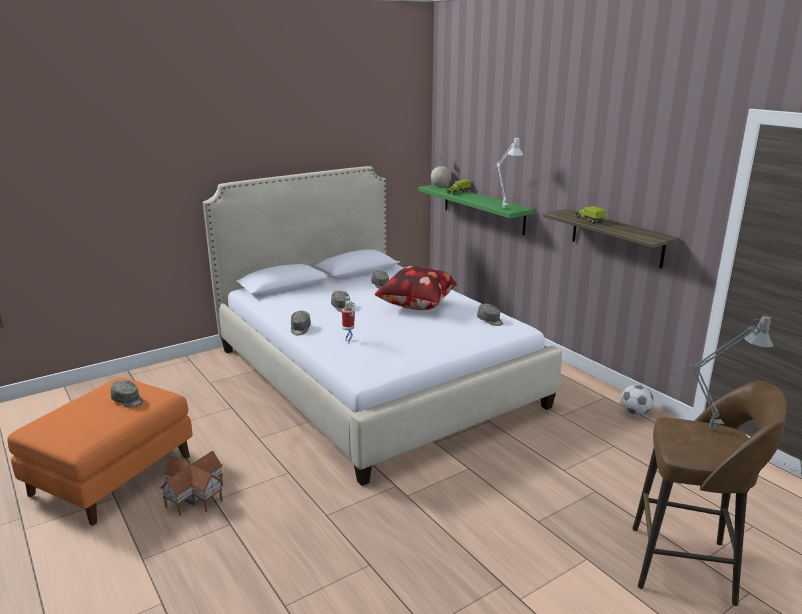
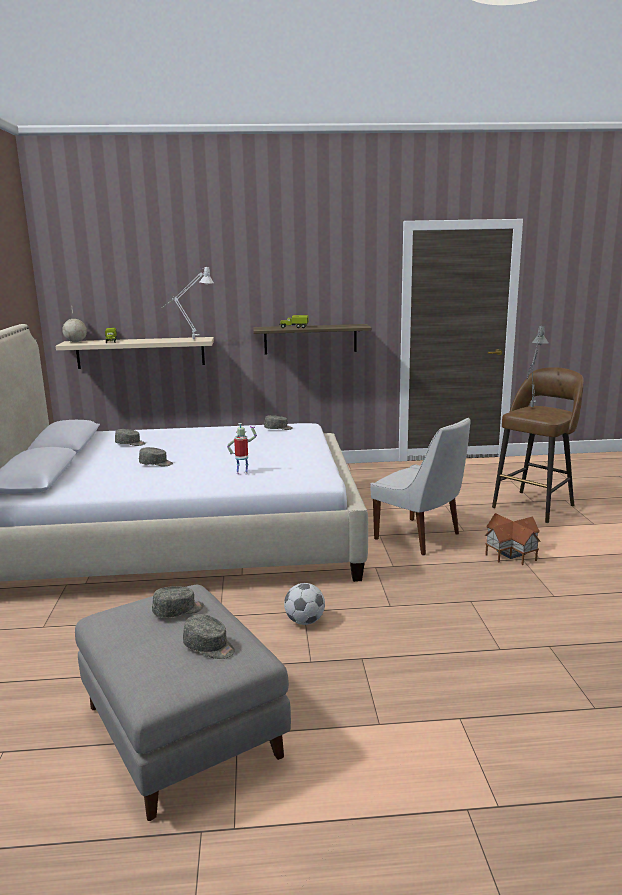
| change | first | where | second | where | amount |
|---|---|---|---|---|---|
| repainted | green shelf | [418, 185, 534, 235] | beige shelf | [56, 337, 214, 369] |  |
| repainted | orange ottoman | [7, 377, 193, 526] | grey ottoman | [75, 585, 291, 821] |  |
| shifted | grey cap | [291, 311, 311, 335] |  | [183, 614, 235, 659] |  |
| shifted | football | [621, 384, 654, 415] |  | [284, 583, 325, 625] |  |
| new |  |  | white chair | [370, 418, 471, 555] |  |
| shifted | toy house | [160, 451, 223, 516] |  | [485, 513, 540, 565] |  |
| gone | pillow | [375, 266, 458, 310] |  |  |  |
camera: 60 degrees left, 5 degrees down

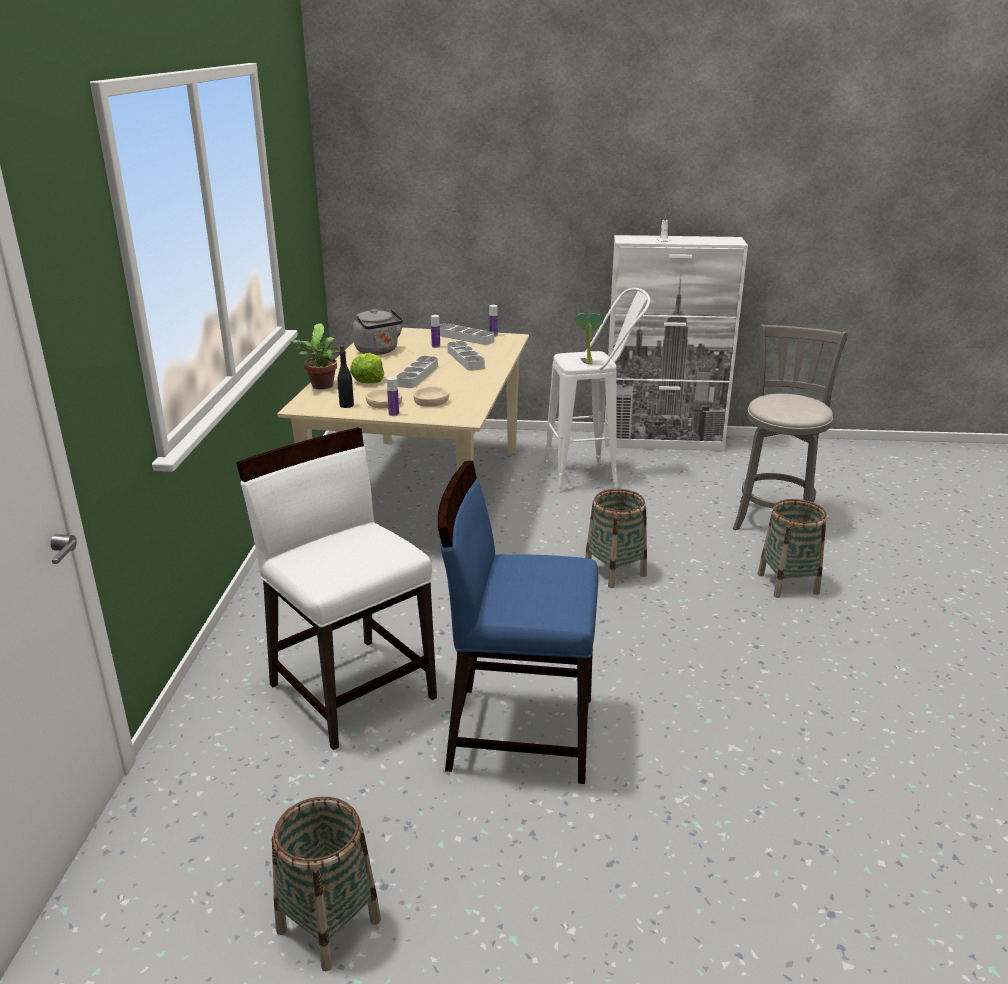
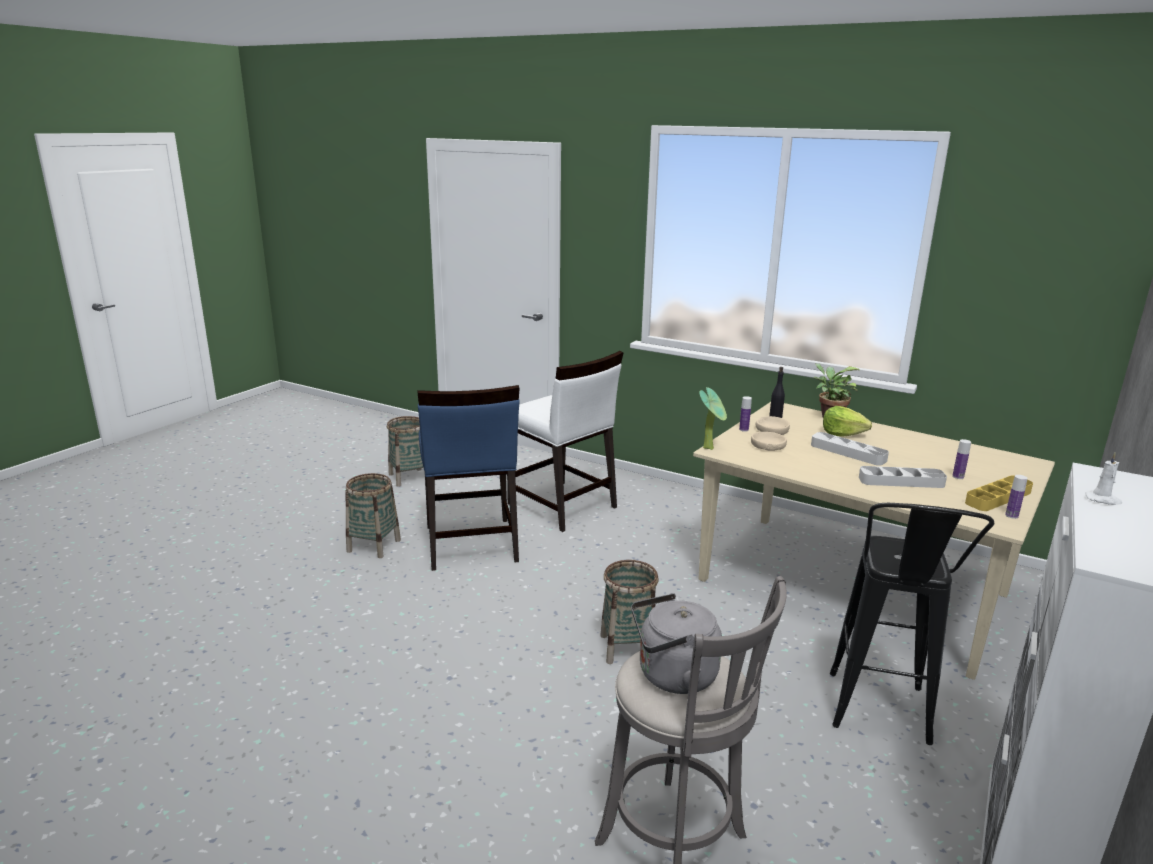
| change | first | where | second | where | amount |
|---|---|---|---|---|---|
| shifted | basket | [758, 499, 827, 598] |  | [346, 473, 401, 558] |  |
| rotated | blue chair | [438, 461, 598, 784] |  | [417, 385, 520, 571] | 135 degrees clockwise |
| rotated | white chair | [236, 427, 437, 750] |  | [508, 351, 623, 532] | 60 degrees clockwise |
| shifted | grey kettle | [353, 309, 403, 355] |  | [631, 593, 722, 694] |  |
| shifted | potted plant | [575, 313, 603, 365] |  | [700, 387, 727, 450] |  |
| repainted | white stool | [544, 288, 650, 492] | black stool | [830, 503, 994, 745] |  |
| repainted | grey tray | [440, 323, 494, 345] | yellow tray | [965, 475, 1033, 511] |  |
camera: 115 degrees right, 5 degrees down

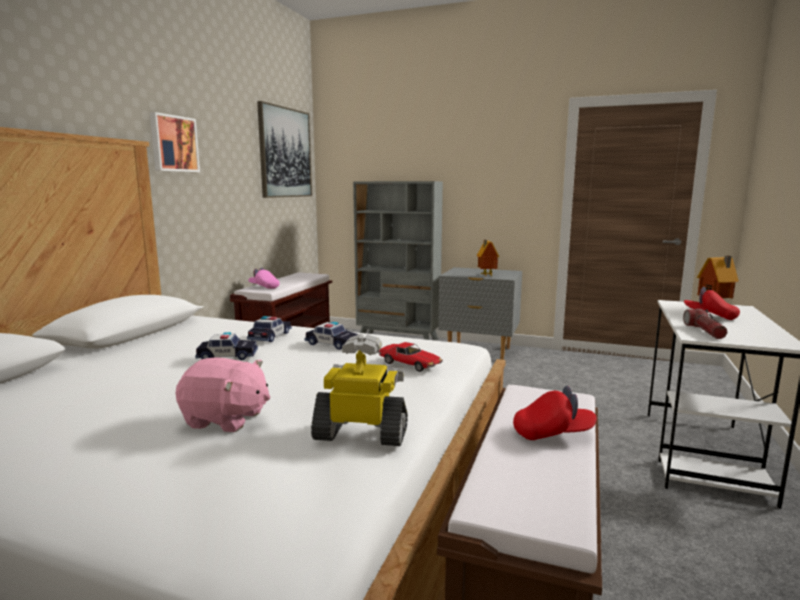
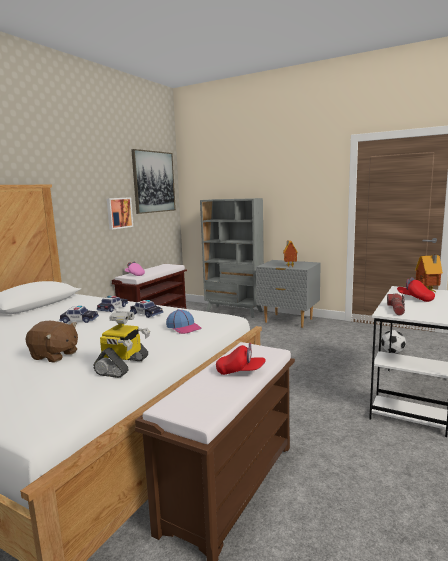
| change | first | where | second | where | amount |
|---|---|---|---|---|---|
| repainted | pink plush toy | [175, 358, 270, 432] | brown plush toy | [26, 321, 78, 362] |  |
| rotated | toy robot | [311, 334, 408, 446] |  | [93, 311, 150, 378] | 90 degrees clockwise |
| shifted | picture | [150, 112, 200, 172] |  | [107, 197, 133, 230] |  |
| swapped | toy car | [378, 342, 443, 372] | cap | [166, 309, 201, 334] |  |
| new |  |  | football | [381, 330, 406, 354] |  |
camera: 10 degrees right, 0 degrees up

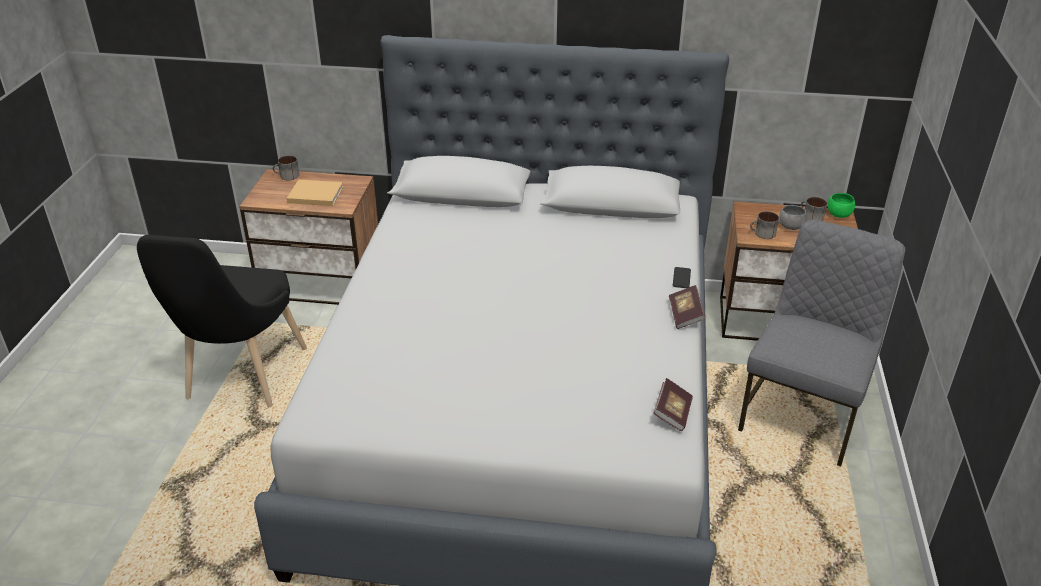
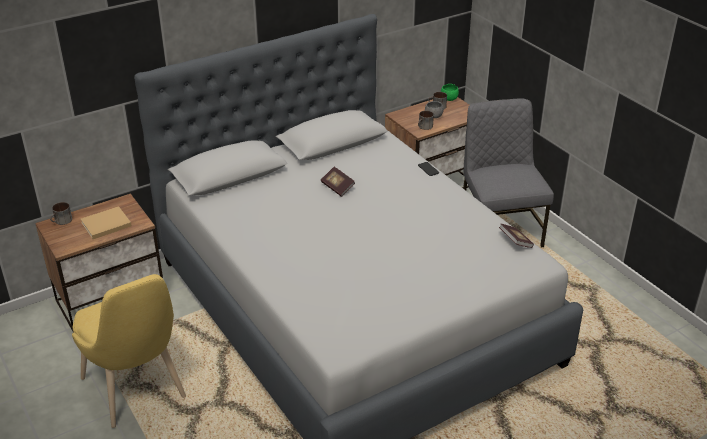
| change | first | where | second | where | amount |
|---|---|---|---|---|---|
| repainted | black chair | [137, 235, 307, 407] | yellow chair | [72, 274, 186, 428] |  |
| shifted | book | [669, 285, 705, 329] |  | [321, 167, 355, 197] |  |
camera: 40 degrees left, 0 degrees up

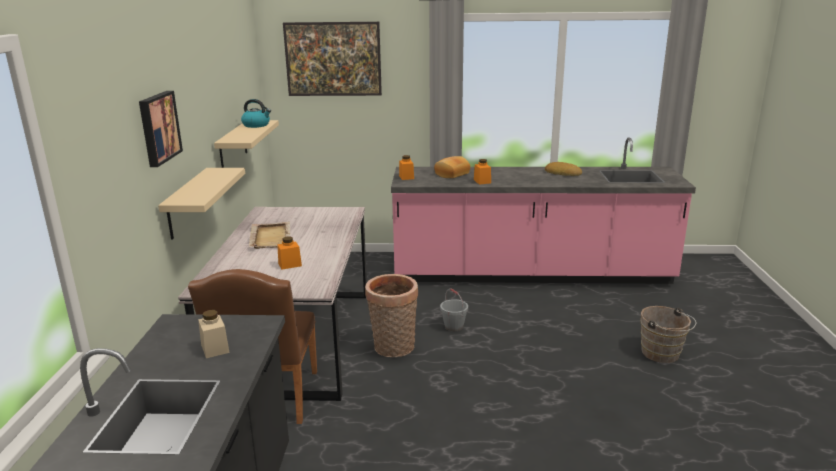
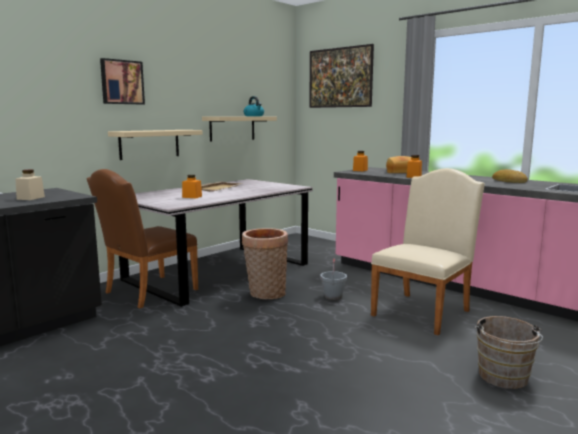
| change | first | where | second | where | amount |
|---|---|---|---|---|---|
| new |  |  | beige chair | [371, 168, 485, 335] |  |
camera: 40 degrees right, 10 degrees down

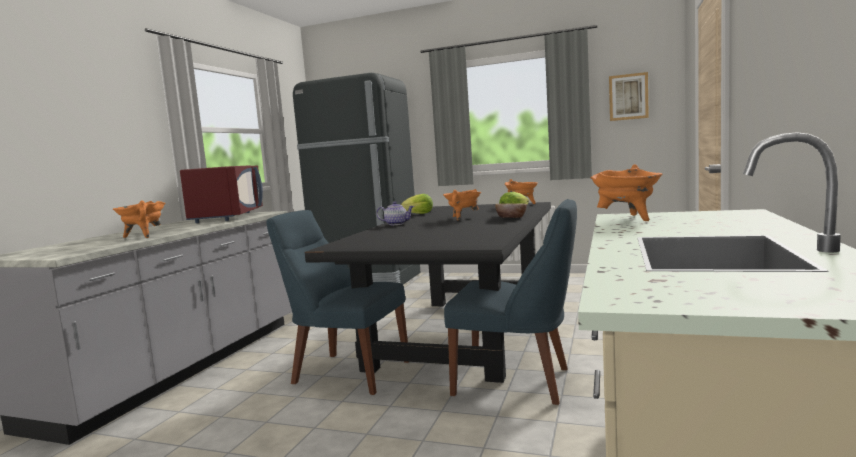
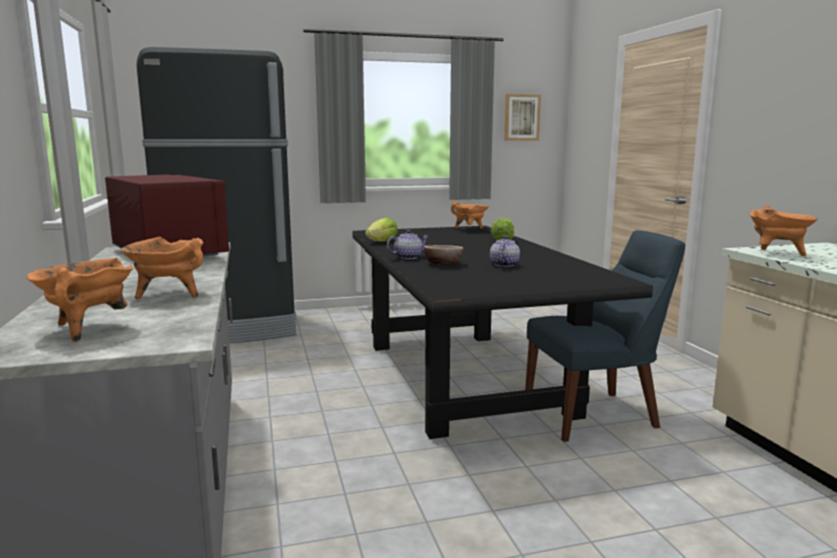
| change | first | where | second | where | amount |
|---|---|---|---|---|---|
| shifted | orange cooking pot | [443, 189, 481, 220] |  | [27, 258, 133, 342] |  |
| shifted | bowl | [495, 203, 527, 218] |  | [424, 245, 463, 265] |  |
| new |  |  | teapot | [490, 236, 520, 267] |  |
| gone | blue chair | [266, 210, 409, 395] |  |  |  |
camera: 35 degrees left, 5 degrees up

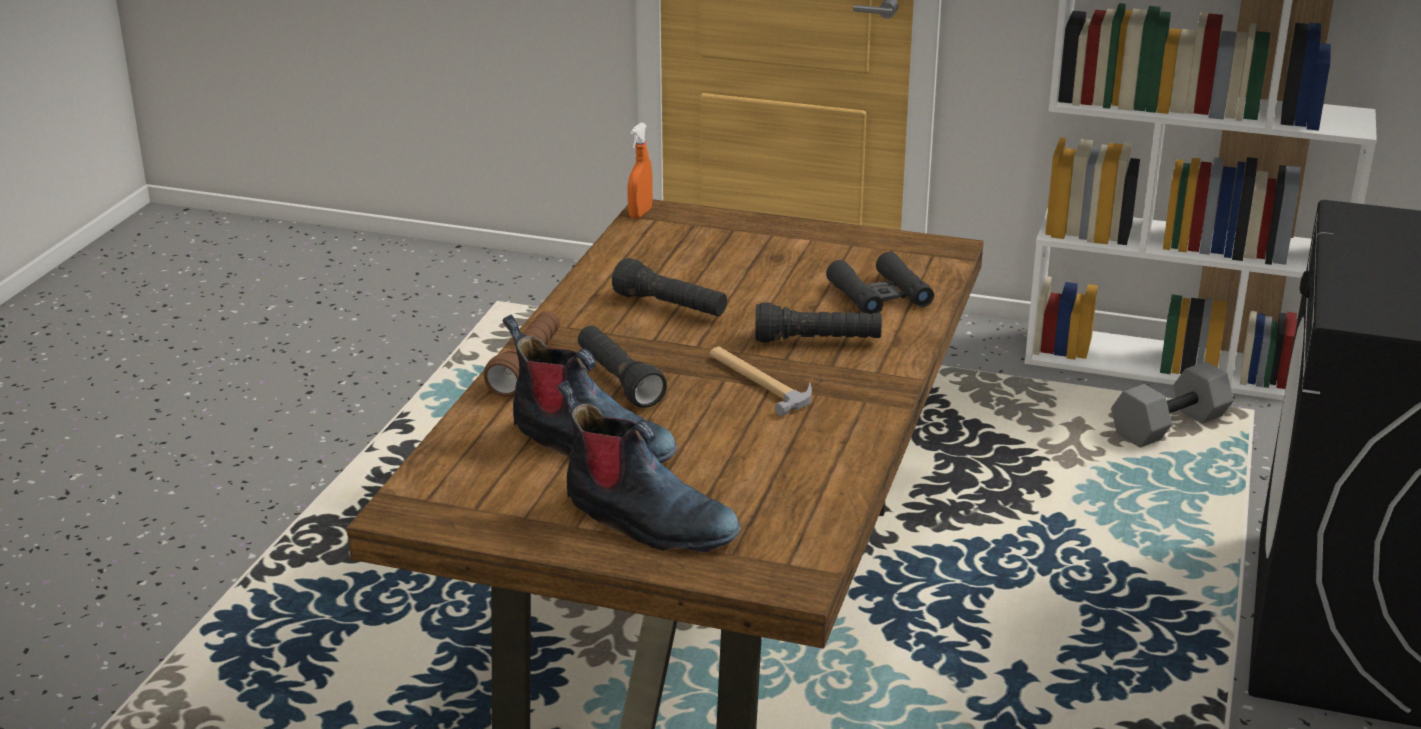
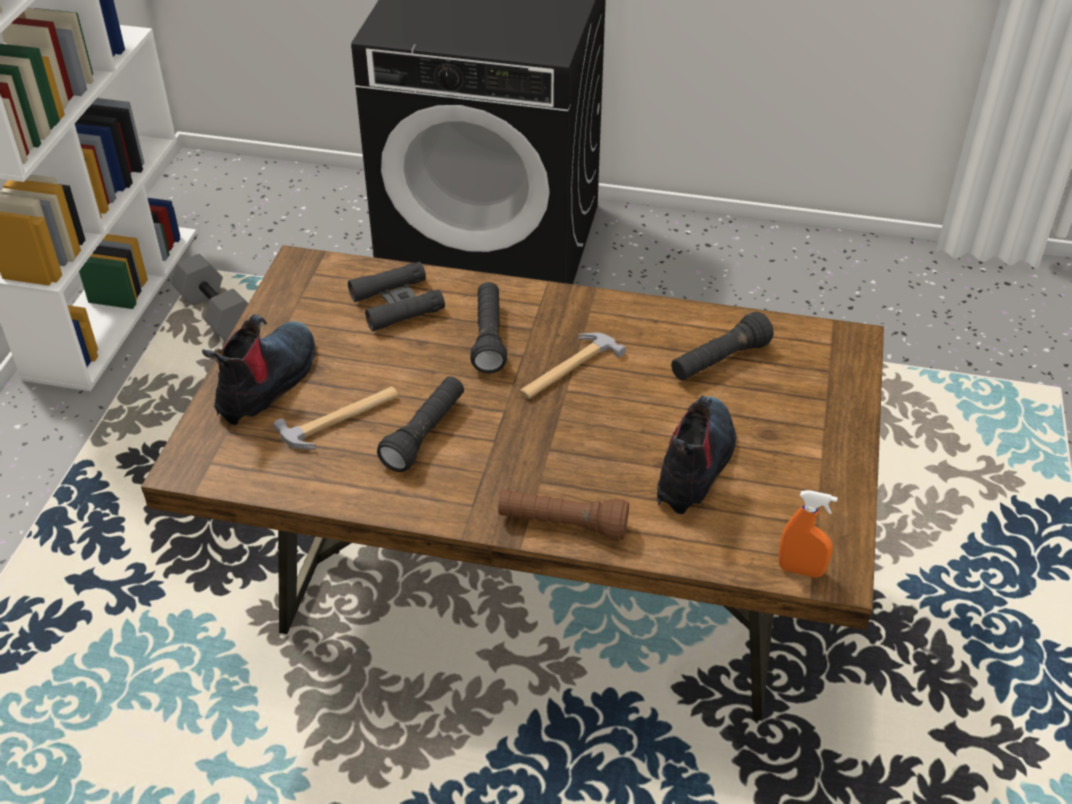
| change | first | where | second | where | amount |
|---|---|---|---|---|---|
| shifted | boot | [557, 380, 741, 552] |  | [202, 314, 316, 425] |  |
| new |  |  | hammer | [273, 386, 399, 449] |  |
| shifted | black flashlight | [578, 326, 667, 408] |  | [671, 312, 774, 380] |  |
| shifted | orange spray bottle | [628, 123, 653, 219] |  | [779, 490, 838, 578] |  |
camera: 95 degrees left, 15 degrees up

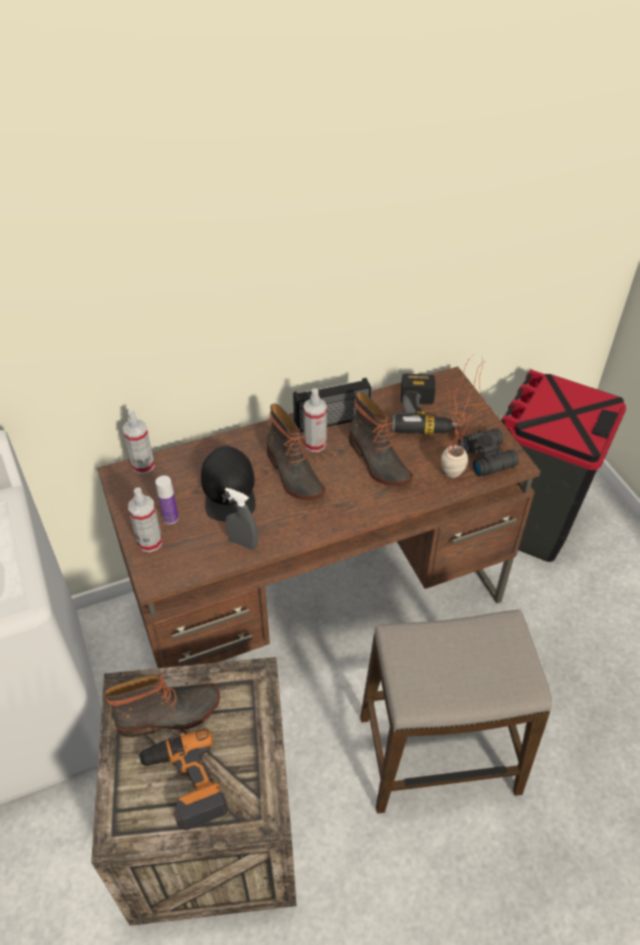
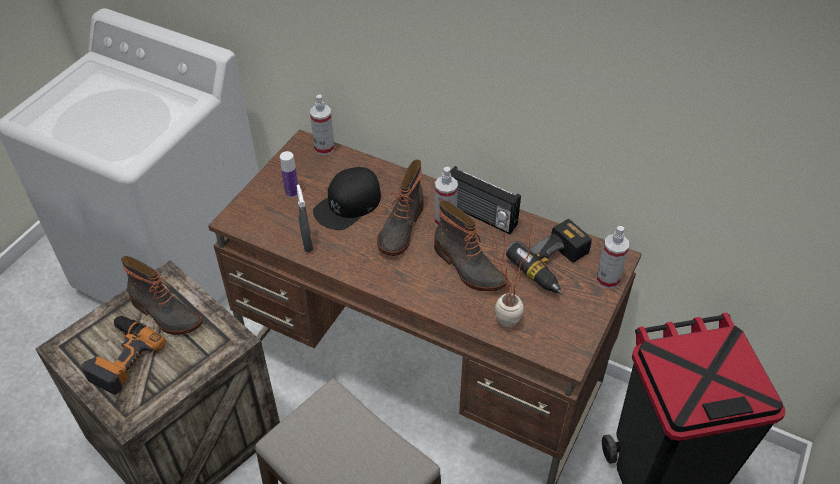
| change | first | where | second | where | amount |
|---|---|---|---|---|---|
| rotated | boot | [349, 392, 413, 486] |  | [434, 200, 508, 291] | 60 degrees counterclockwise |
| shifted | spray bottle | [128, 487, 162, 552] |  | [596, 226, 629, 289] |  |
| gone | black binoculars | [458, 428, 519, 476] |  |  |  |
camera: 50 degrees right, 0 degrees up

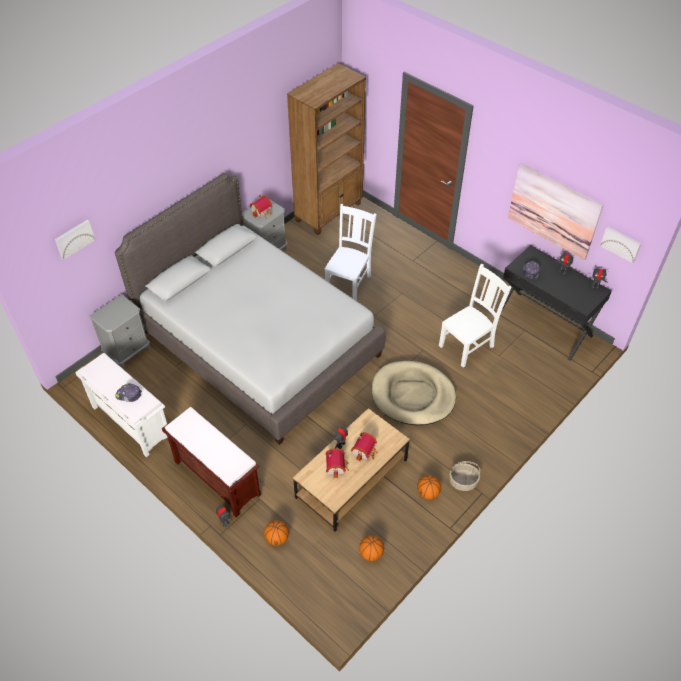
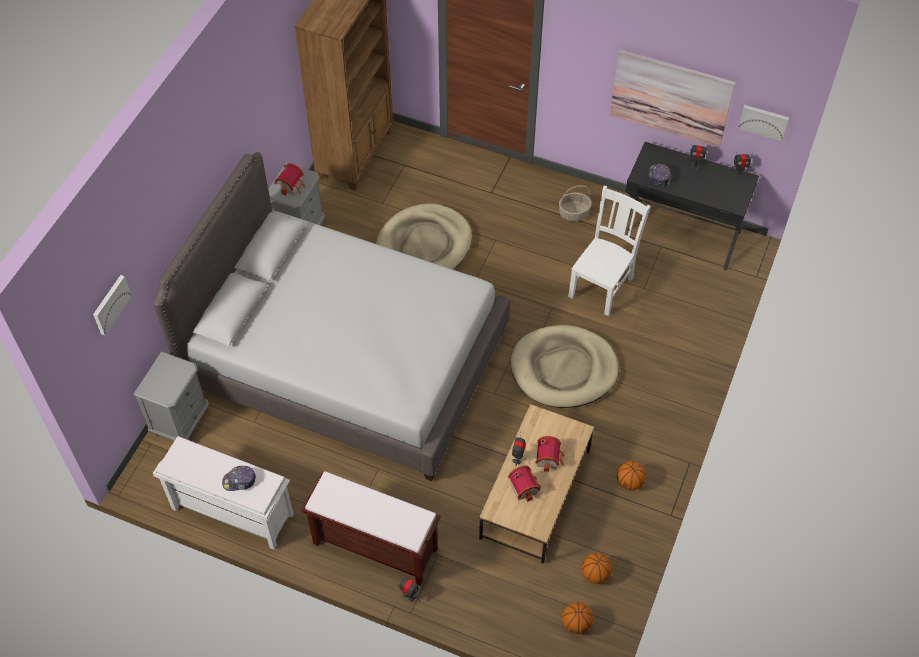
| change | first | where | second | where | amount |
|---|---|---|---|---|---|
| swapped | white chair | [325, 204, 377, 301] | beige dog bed | [376, 203, 472, 270] |  |
| shifted | basket | [449, 461, 480, 491] |  | [559, 185, 591, 222] |  |
| shifted | basketball | [264, 520, 289, 546] |  | [562, 602, 593, 634] |  |
camera: 20 degrees left, 5 degrees up

